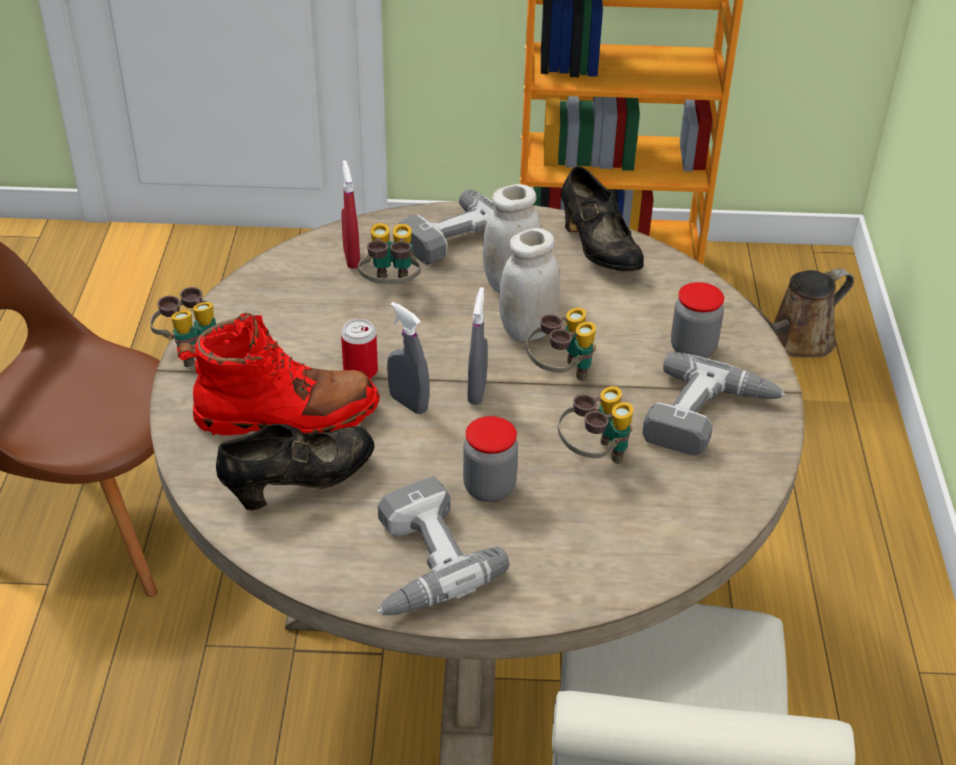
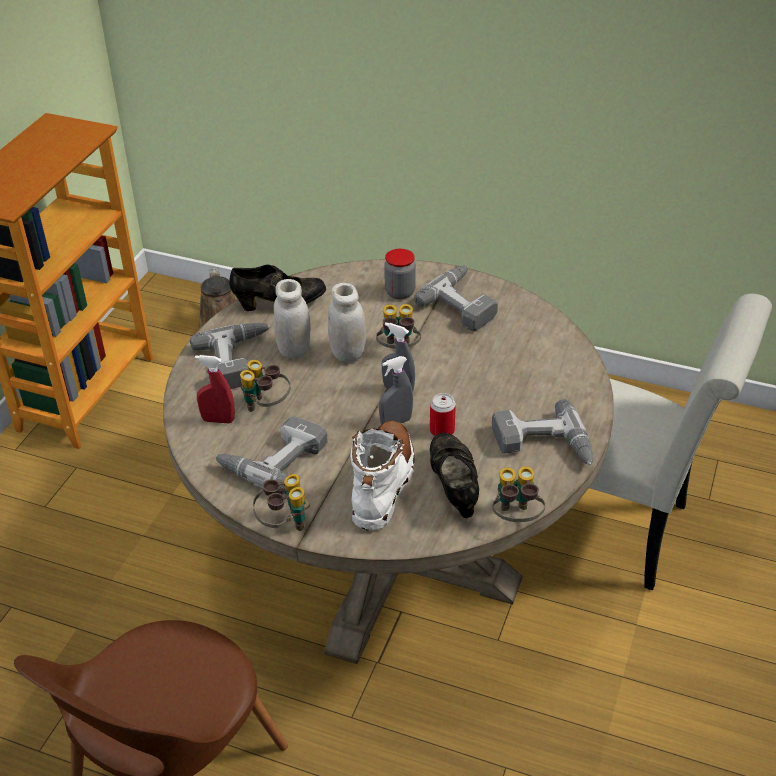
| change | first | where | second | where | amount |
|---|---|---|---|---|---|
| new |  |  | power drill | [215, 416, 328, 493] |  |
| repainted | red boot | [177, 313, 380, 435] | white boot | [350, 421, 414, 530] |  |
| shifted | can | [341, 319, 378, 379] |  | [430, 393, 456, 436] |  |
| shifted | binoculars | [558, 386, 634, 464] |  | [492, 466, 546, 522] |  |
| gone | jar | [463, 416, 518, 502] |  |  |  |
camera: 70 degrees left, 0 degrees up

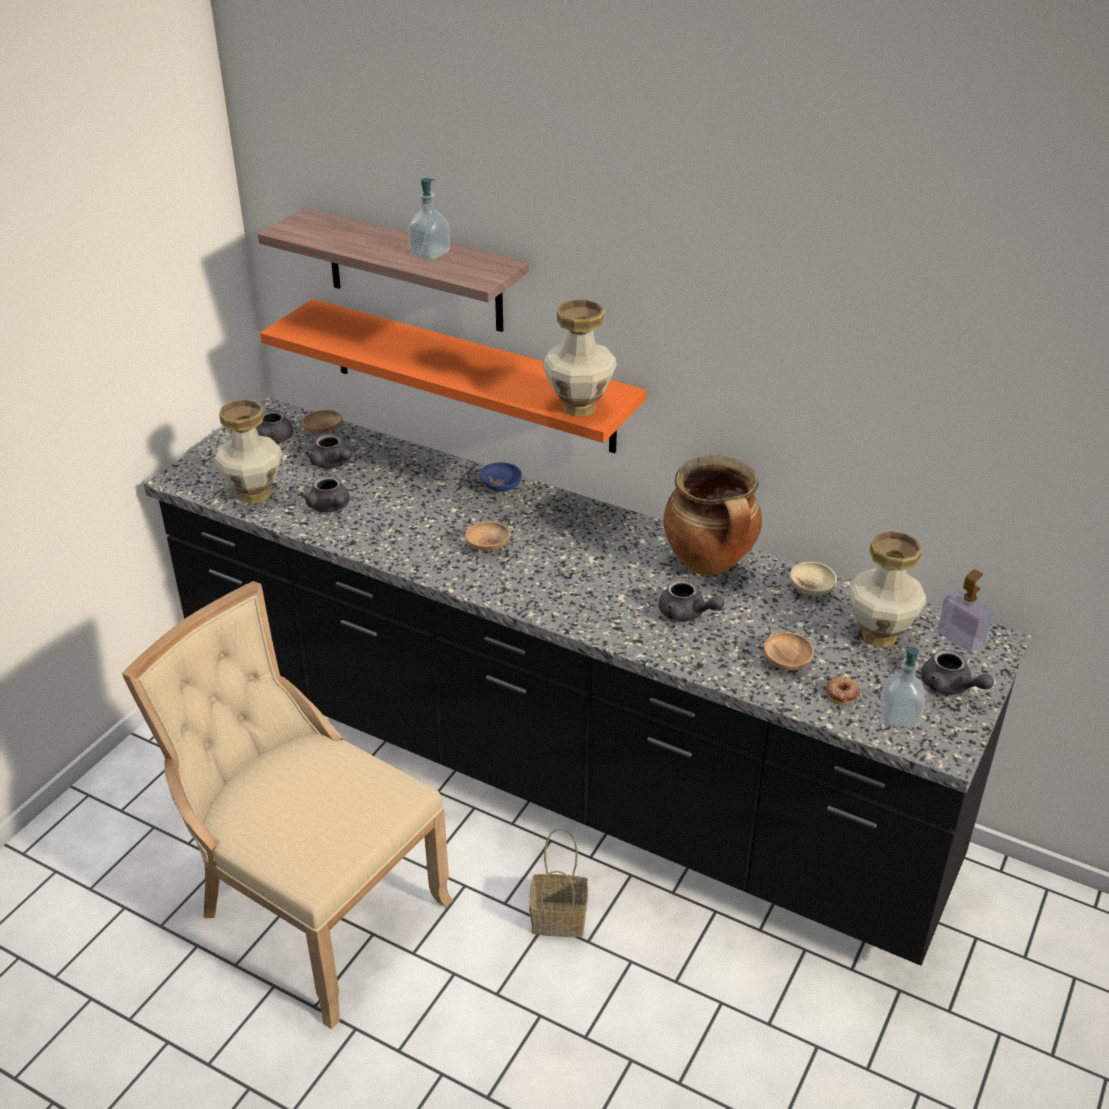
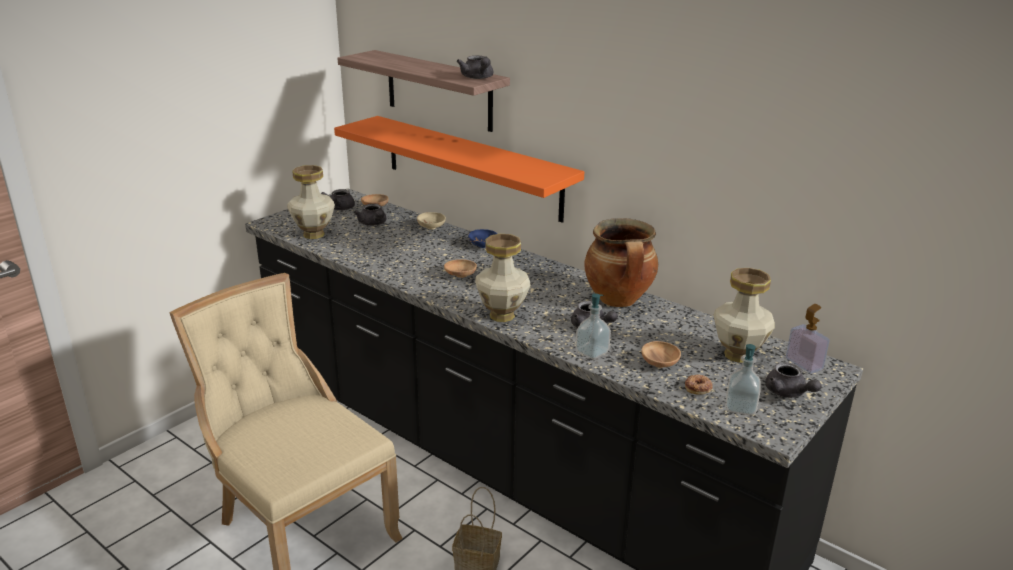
| change | first | where | second | where | amount |
|---|---|---|---|---|---|
| shifted | beige bowl | [790, 562, 837, 596] |  | [417, 212, 446, 230] |  |
| shifted | grey teapot | [300, 476, 350, 512] |  | [457, 56, 493, 79] |  |
| shifted | vase | [543, 299, 617, 416] |  | [475, 234, 531, 322] |  |
| shifted | soap dispenser | [408, 178, 450, 261] |  | [575, 293, 611, 359] |  |
camera: 10 degrees right, 10 degrees down

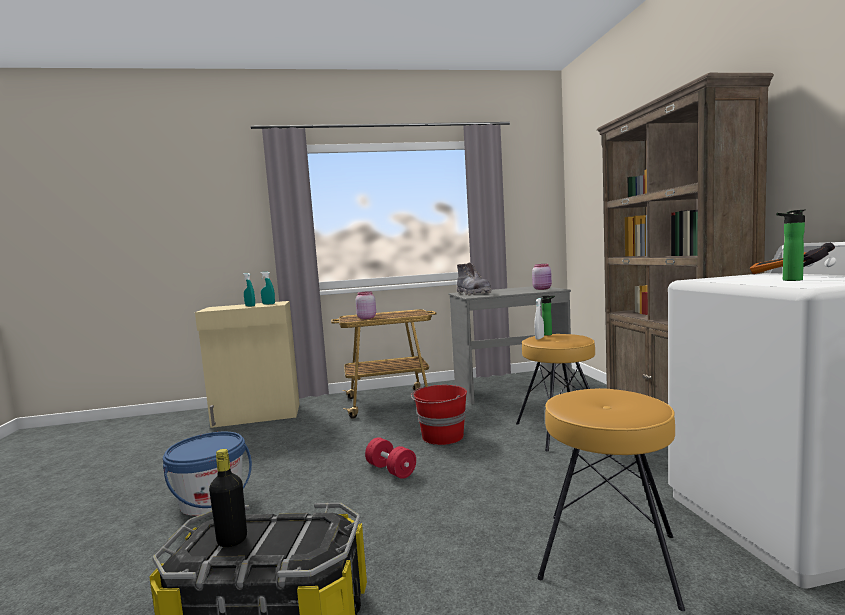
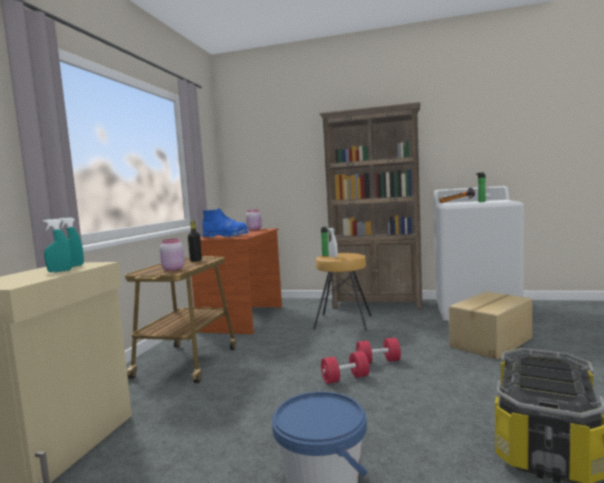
| change | first | where | second | where | amount |
|---|---|---|---|---|---|
| shifted | black bottle | [209, 449, 247, 547] |  | [188, 220, 202, 262] |  |
| repainted | grey desk | [448, 286, 572, 405] | brown desk | [189, 228, 282, 334] |  |
| repainted | grey boot | [457, 262, 491, 296] | blue boot | [202, 208, 248, 238] |  |
| new |  |  | red dumbbell | [356, 338, 401, 364] |  |
| swapped | brown stool | [537, 388, 685, 611] | cardboard box | [449, 292, 532, 360] |  |
| gone | red bucket | [411, 385, 467, 445] |  |  |  |
camera: 65 degrees left, 0 degrees up

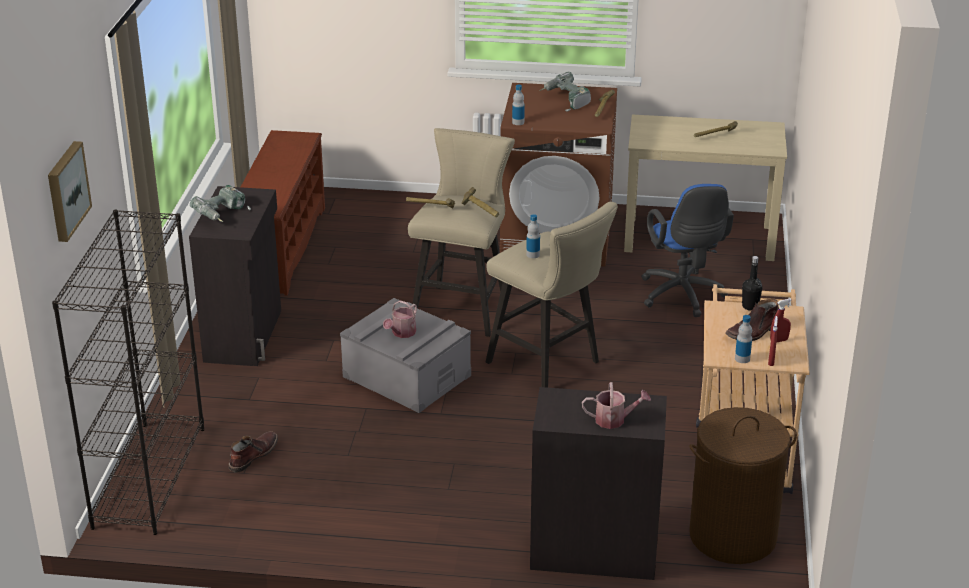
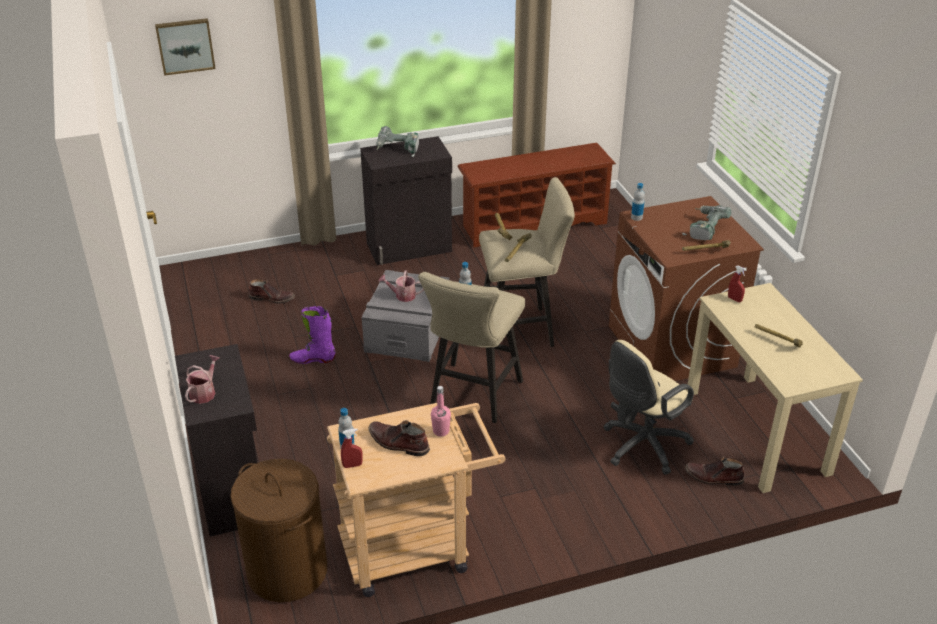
| change | first | where | second | where | amount |
|---|---|---|---|---|---|
| rotated | watering can | [582, 382, 651, 429] |  | [185, 355, 220, 404] | 135 degrees counterclockwise |
| new |  |  | purple boot | [289, 306, 336, 364] |  |
| repainted | black bottle | [742, 256, 762, 311] | pink bottle | [431, 386, 451, 437] |  |
| repainted | blue office chair | [641, 184, 734, 317] | beige office chair | [603, 340, 694, 475] |  |
| new |  |  | brown boot | [685, 457, 744, 486] |  |
| shifted | red spray bottle | [770, 299, 791, 343] |  | [728, 266, 747, 302] |  |
| gone | black bookcase | [52, 210, 204, 535] |  |  |  |
camera: 65 degrees right, 5 degrees up

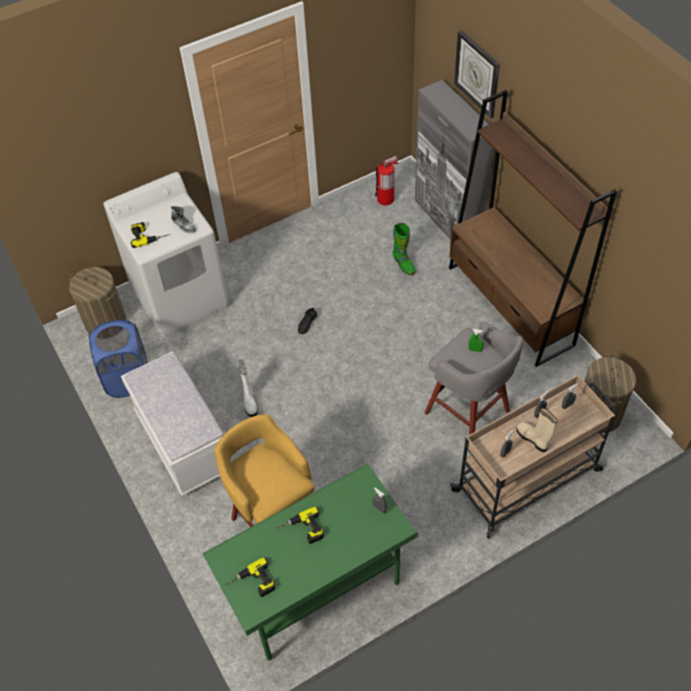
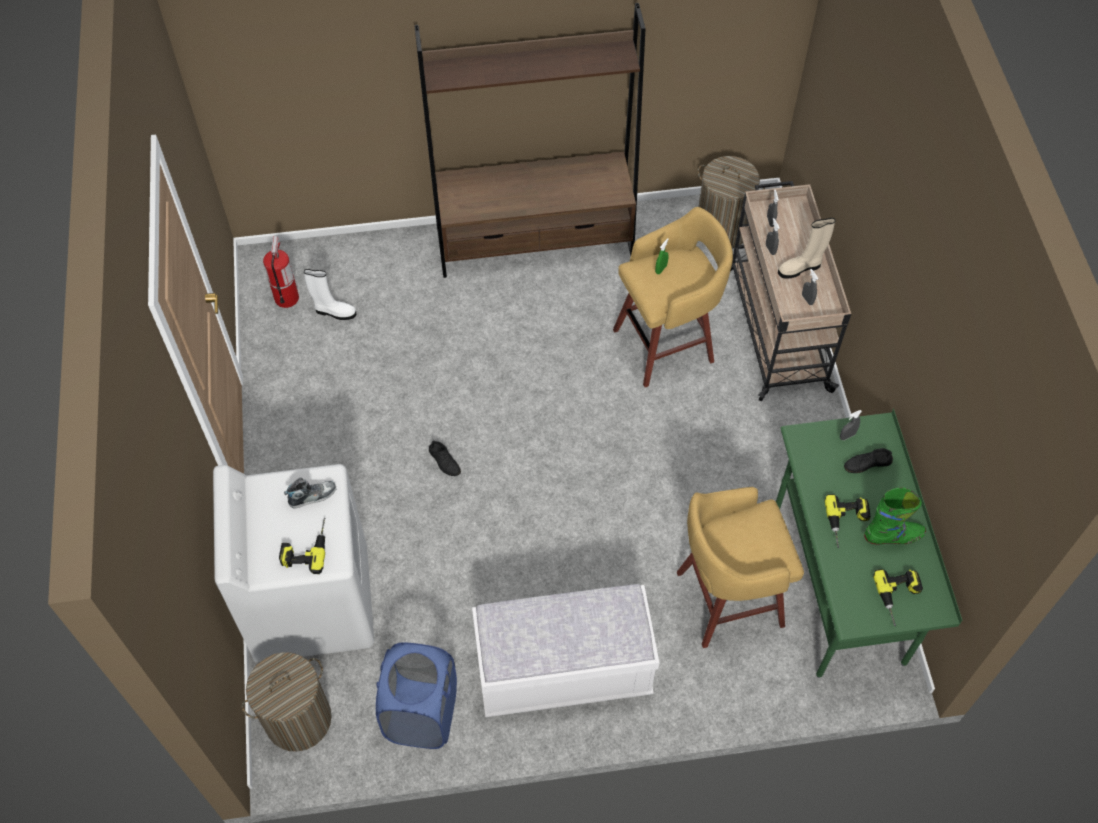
| change | first | where | second | where | amount |
|---|---|---|---|---|---|
| shifted | white boot | [240, 360, 258, 417] |  | [304, 269, 356, 320] |  |
| repainted | grey stool | [425, 322, 523, 435] | yellow stool | [613, 207, 733, 388] |  |
| new |  |  | black shoe | [844, 448, 893, 473] |  |
| shifted | green boot | [392, 223, 416, 275] |  | [864, 487, 926, 545] |  |
| gone | grey cabinet | [415, 80, 494, 240] |  |  |  |
| gone | wall clock | [454, 30, 500, 118] |  |  |  |
camera: 70 degrees left, 5 degrees up

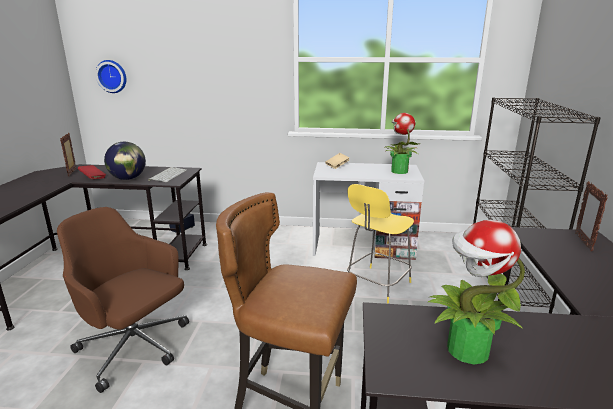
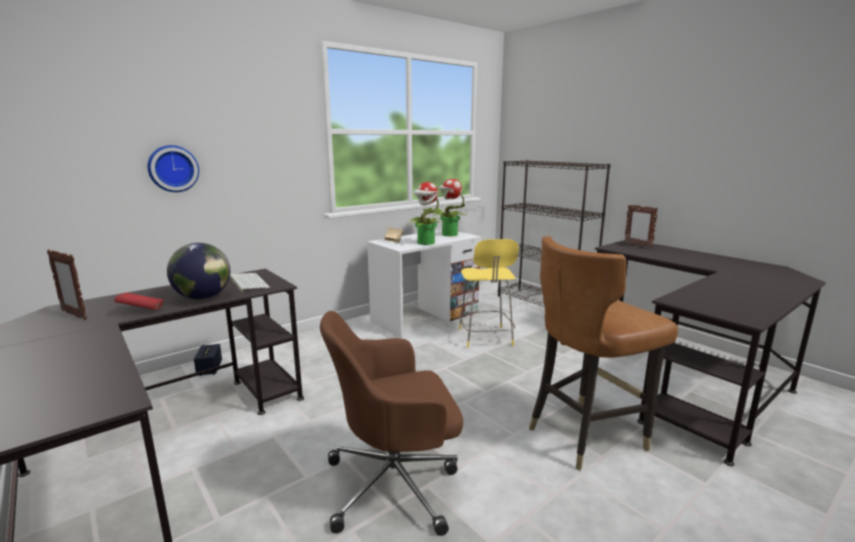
| change | first | where | second | where | amount |
|---|---|---|---|---|---|
| shifted | wall clock | [95, 60, 127, 93] |  | [148, 145, 199, 192] |  |
| shifted | potted plant | [428, 220, 525, 365] |  | [408, 182, 444, 245] |  |
camera: 45 degrees left, 5 degrees down

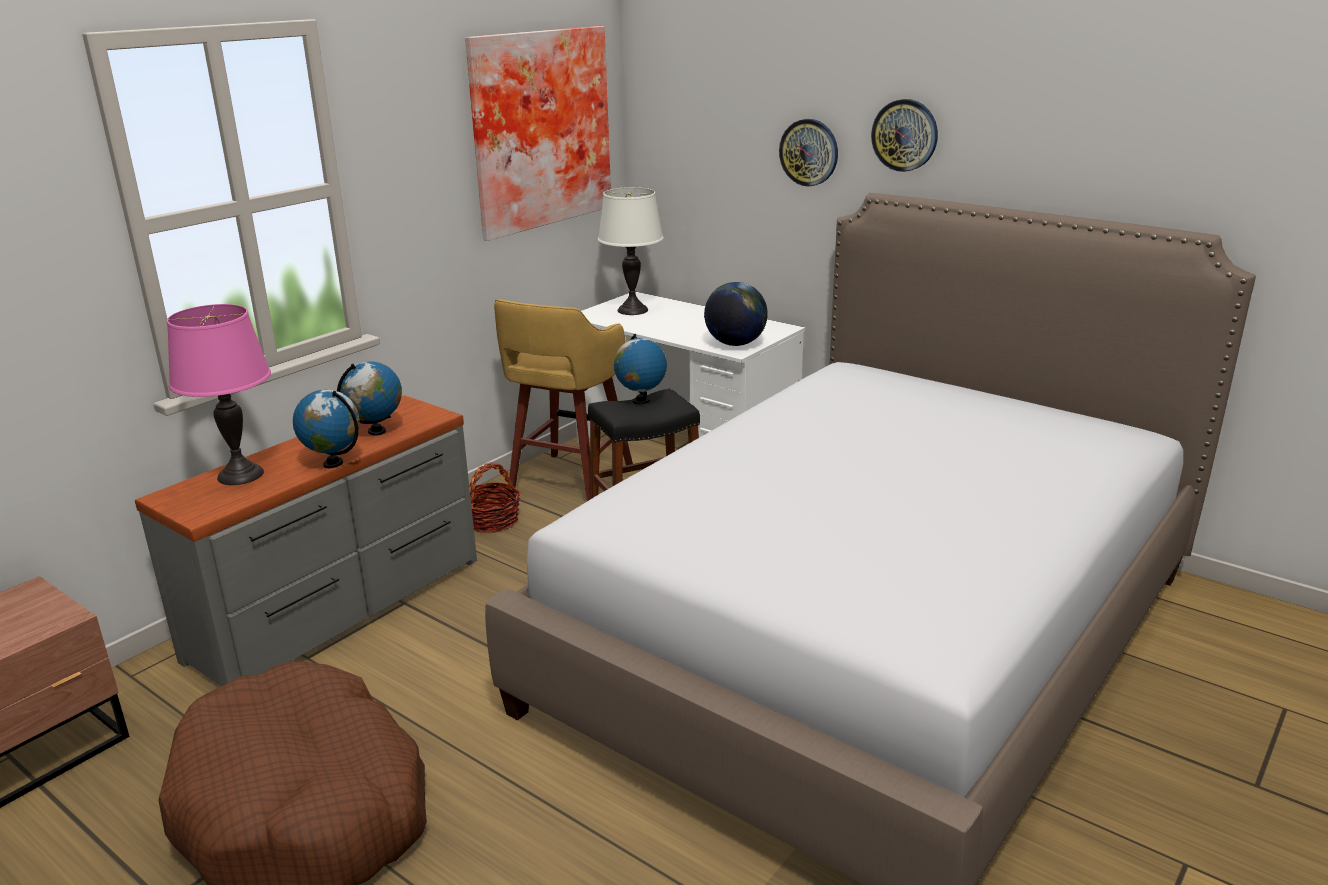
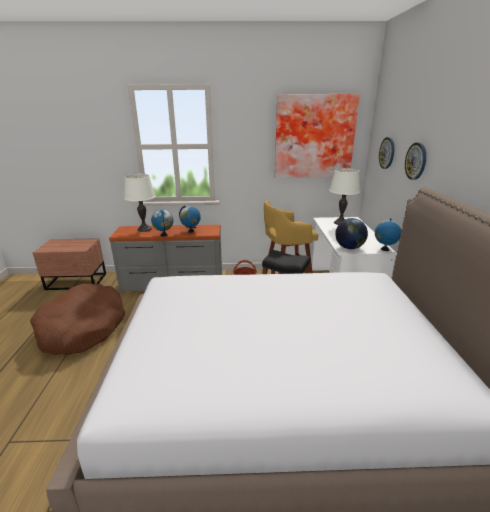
| change | first | where | second | where | amount |
|---|---|---|---|---|---|
| repainted | pink table lamp | [167, 304, 271, 485] | white table lamp | [124, 174, 156, 232] |  |
| shifted | globe | [614, 334, 667, 404] |  | [375, 218, 402, 251] |  |
| shifted | wall clock | [871, 99, 938, 172] |  | [379, 137, 394, 169] |  |
camera: 50 degrees right, 0 degrees up

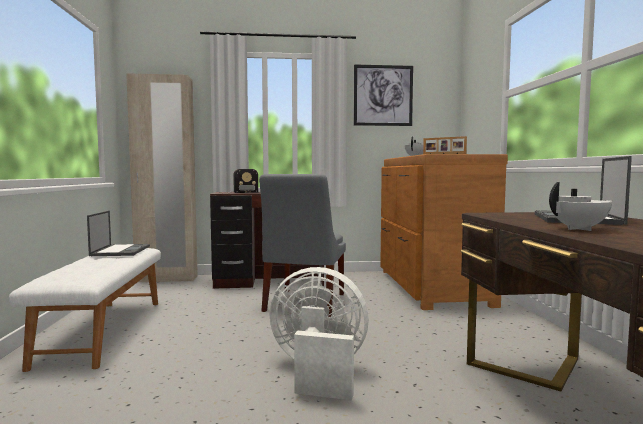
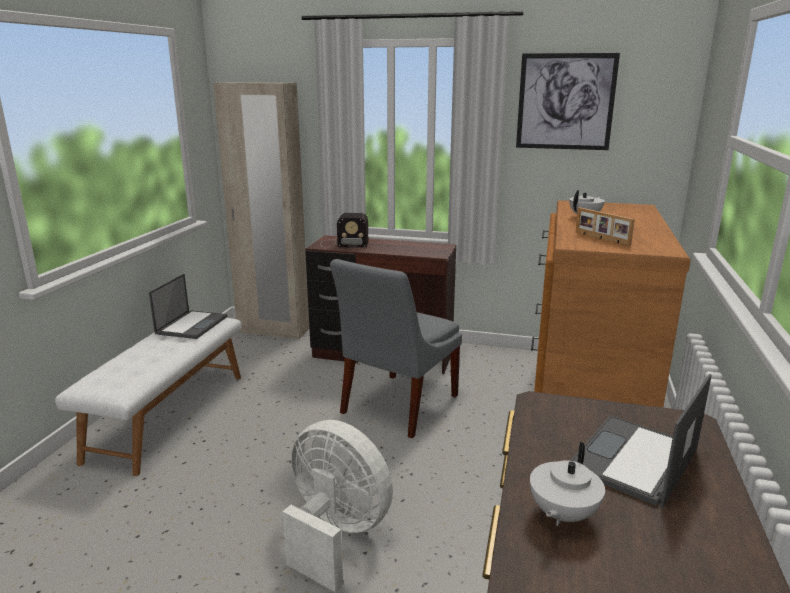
| change | first | where | second | where | amount |
|---|---|---|---|---|---|
| rotated | white teapot | [549, 182, 612, 231] |  | [530, 442, 605, 526] | 120 degrees clockwise |
camera: 20 degrees right, 15 degrees up

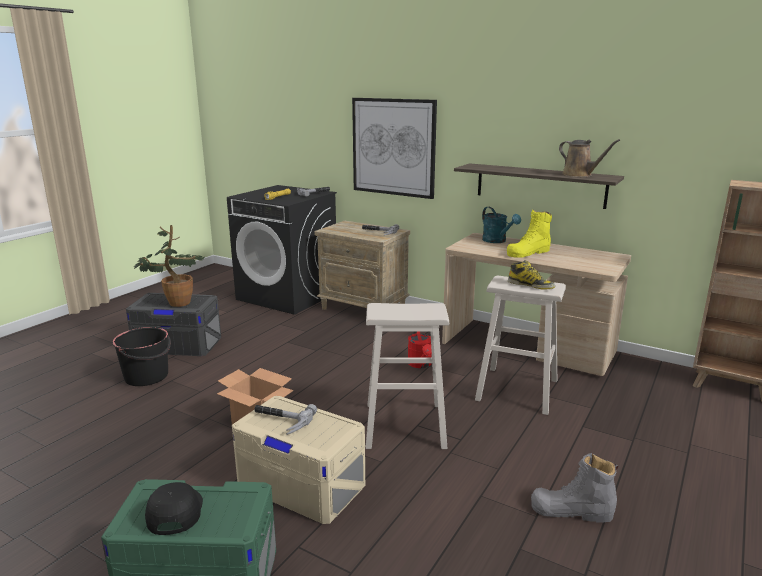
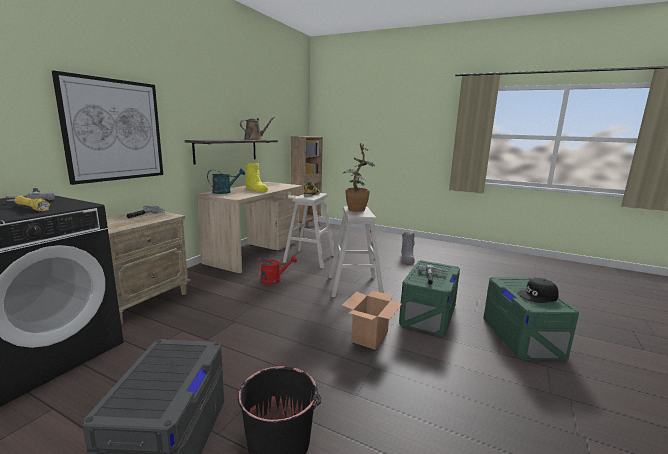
| change | first | where | second | where | amount |
|---|---|---|---|---|---|
| shifted | potted plant | [134, 225, 204, 307] |  | [343, 143, 375, 212] |  |
| repainted | beige storage box | [232, 396, 365, 524] | green storage box | [399, 260, 460, 336] |  |
camera: 95 degrees left, 5 degrees down

